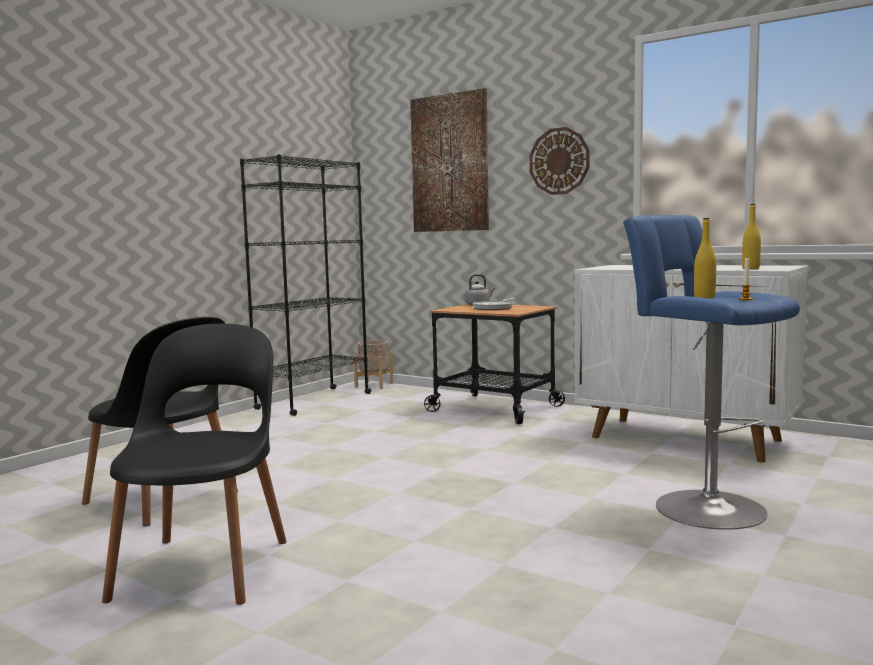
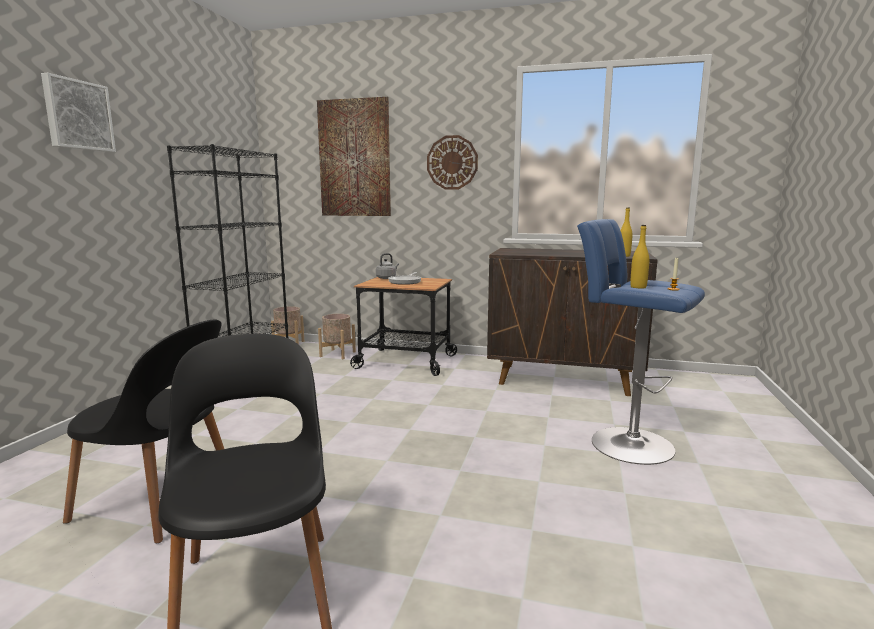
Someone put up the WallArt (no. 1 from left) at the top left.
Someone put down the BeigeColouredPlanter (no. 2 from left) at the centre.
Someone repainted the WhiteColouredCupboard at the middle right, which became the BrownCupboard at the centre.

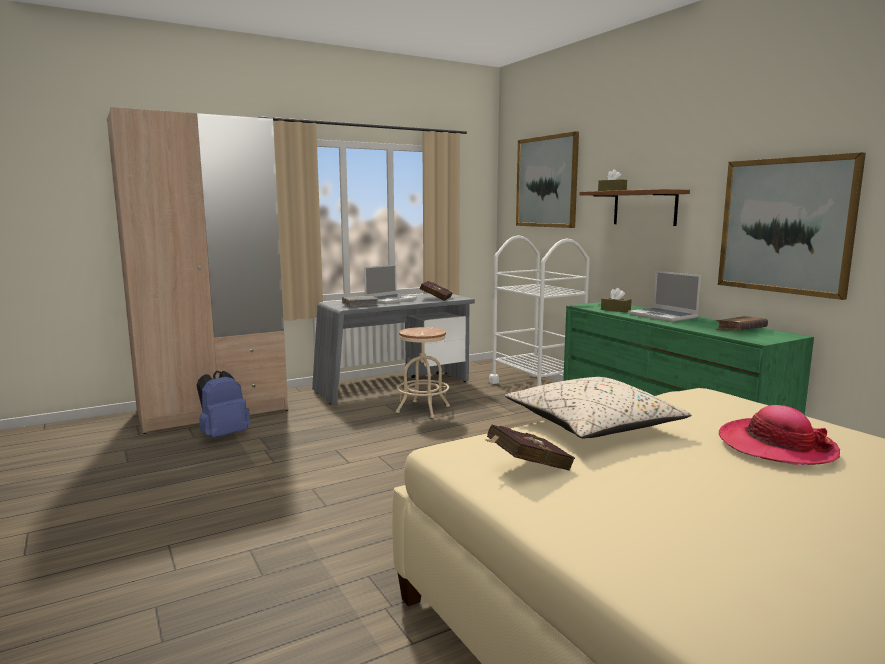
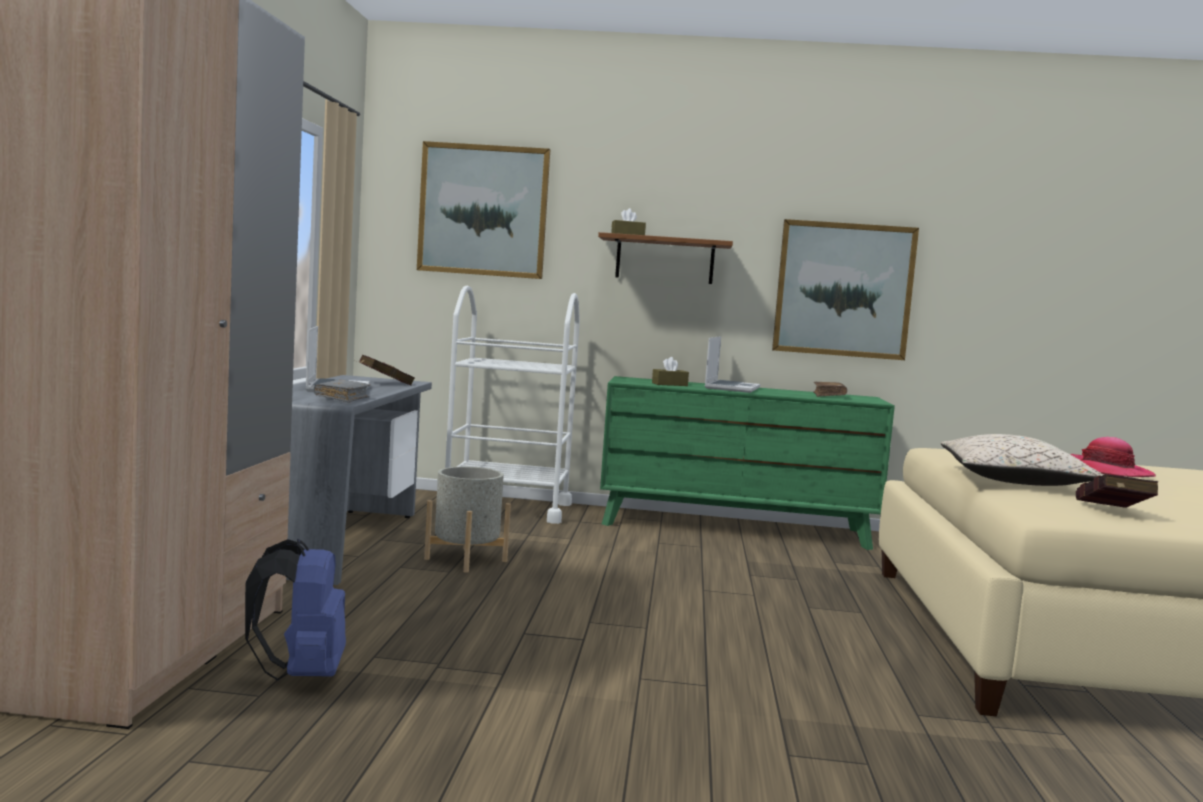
Someone swapped the BeigeColouredStoolSeat at the centre for the GrayPlanter at the centre.
Someone rotated the Laptop (no. 2 from left) at the middle right by 75 degrees counterclockwise.

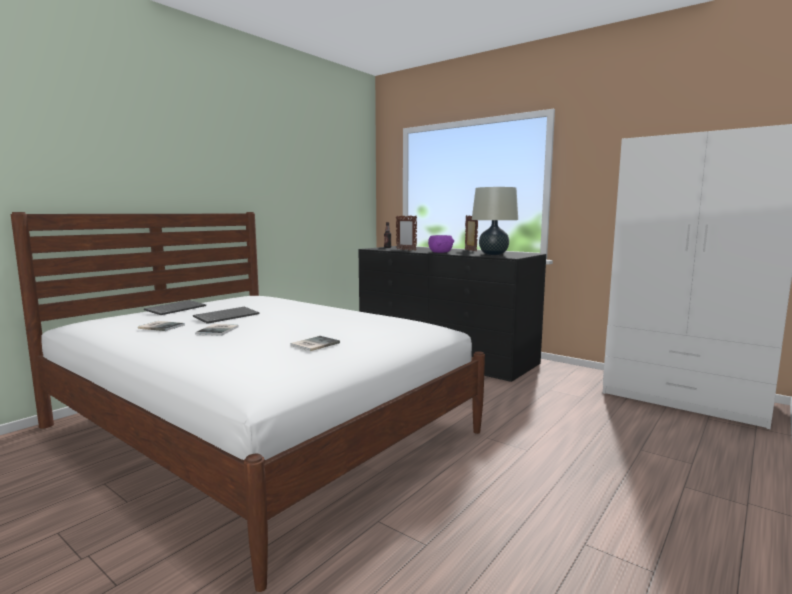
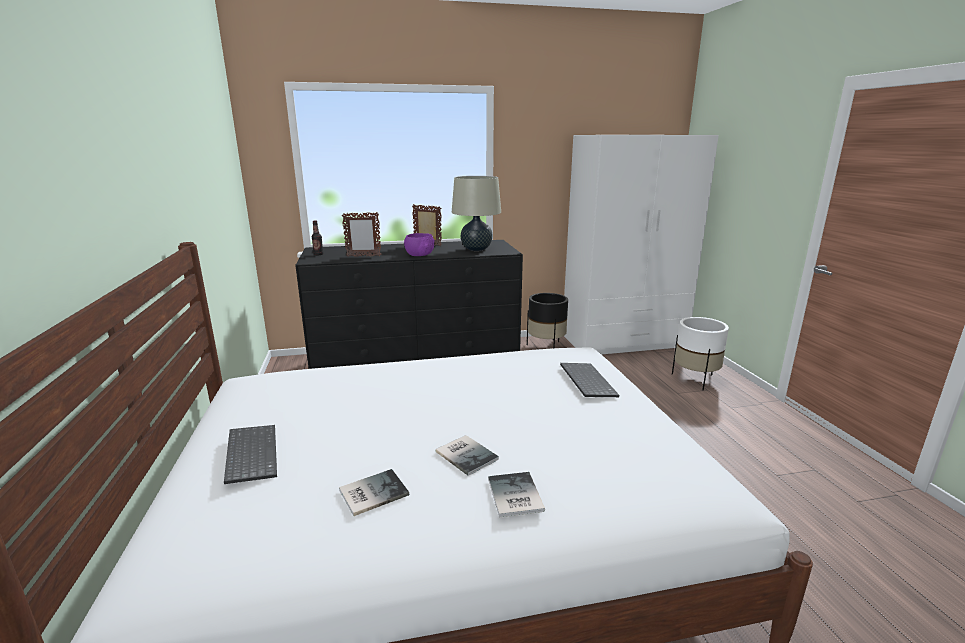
Someone put down the BlackColouredPlanter at the centre.
Someone put down the WhiteColouredPlanter at the middle right.
Someone carried the Keyboard (no. 2 from left) from the middle left to the centre.
Someone carried the Volume (no. 3 from left) from the centre to the bottom centre.

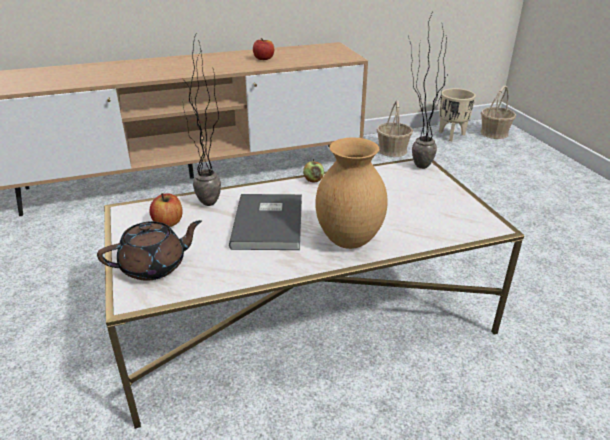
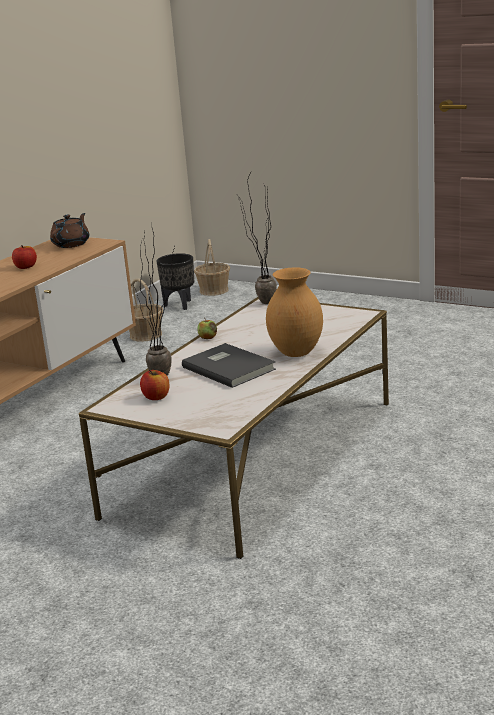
Someone carried the BrownPotForTea from the middle left to the top left.
Someone repainted the BeigeColouredPlanter at the top right, which became the BlackColouredPlanter at the centre.

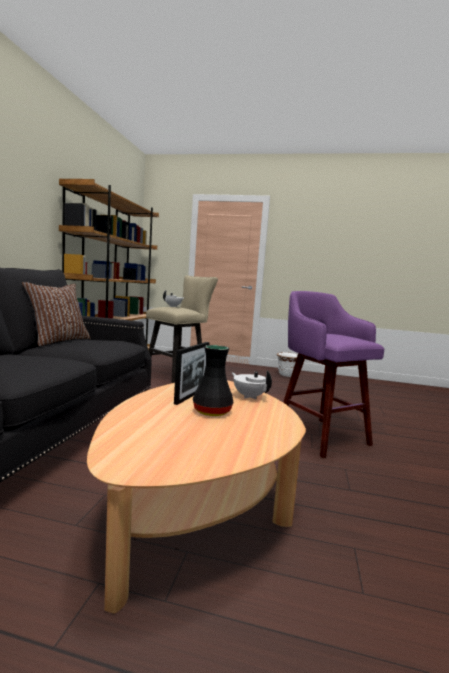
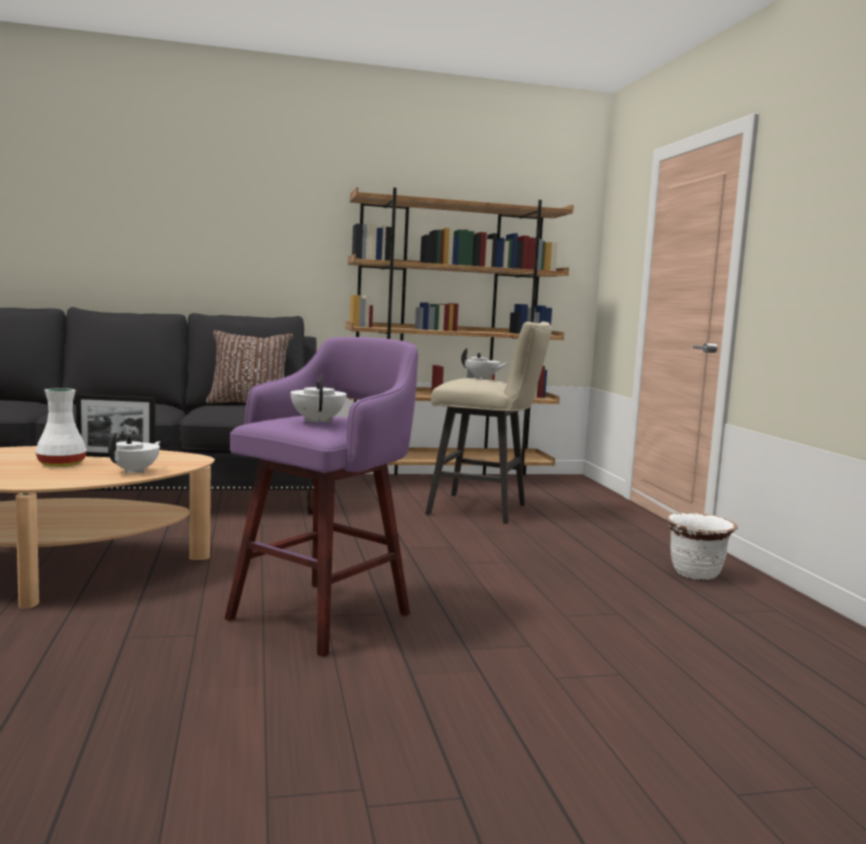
Someone put down the WhiteColouredPotForTea (no. 2 from left) at the centre.
Someone repainted the BlackColouredFlowerVase at the centre, which became the WhiteColouredFlowerVase at the middle left.

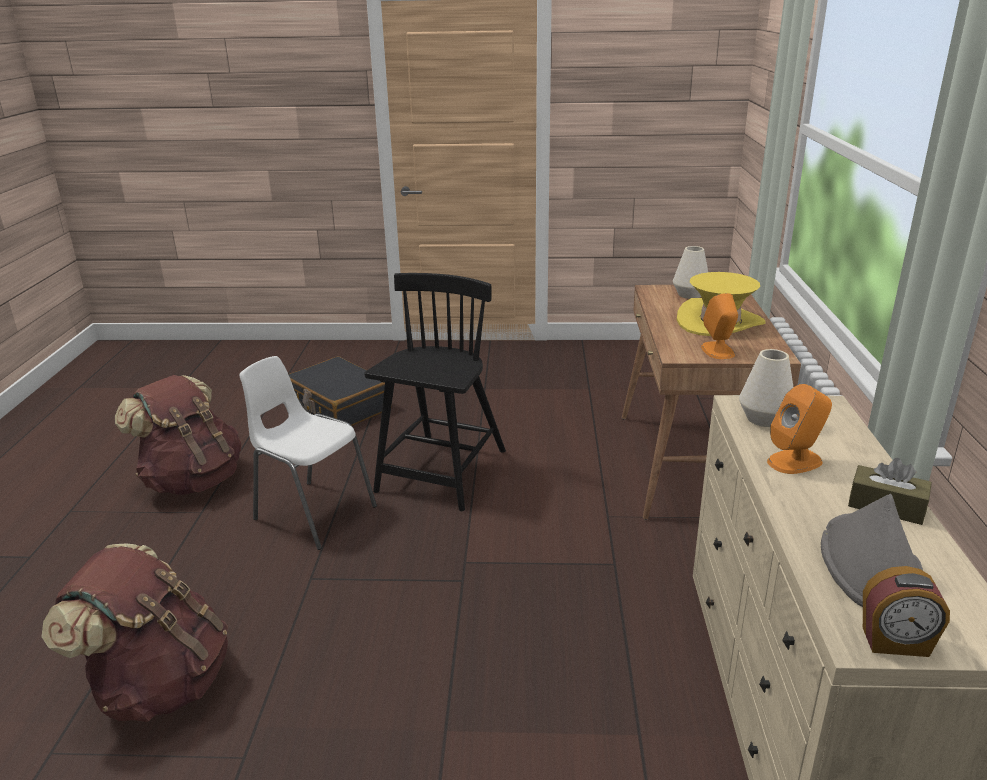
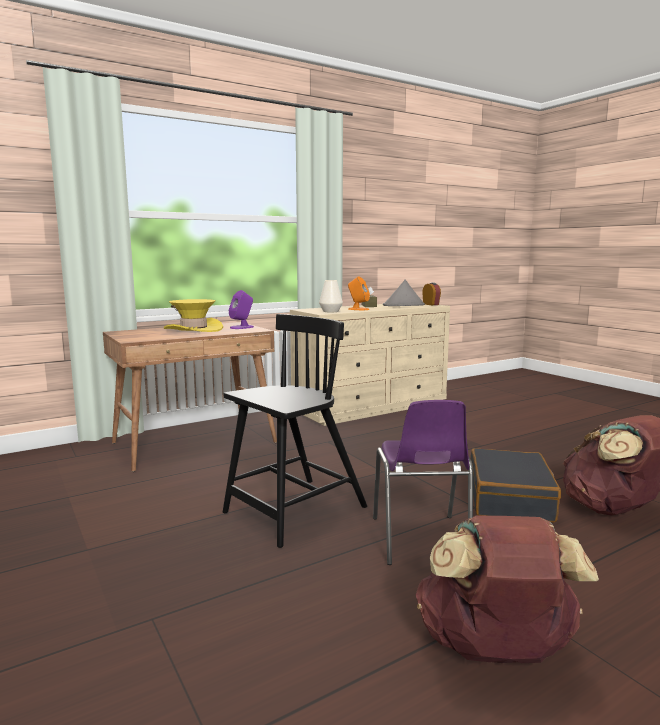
Someone took away the WhiteColouredFlowerVase (no. 1 from left) at the middle right.
Someone carried the BlackColouredPieceOfLuggage from the centre to the bottom right.
Someone repainted the WhiteColouredPlainChair at the middle left, which became the PurplePlainChair at the centre.
Someone repainted the OrangeSpeaker (no. 1 from left) at the middle right, which became the PurpleSpeaker at the centre.
Someone rotated the BlackColouredPlainChair at the centre by 150 degrees clockwise.

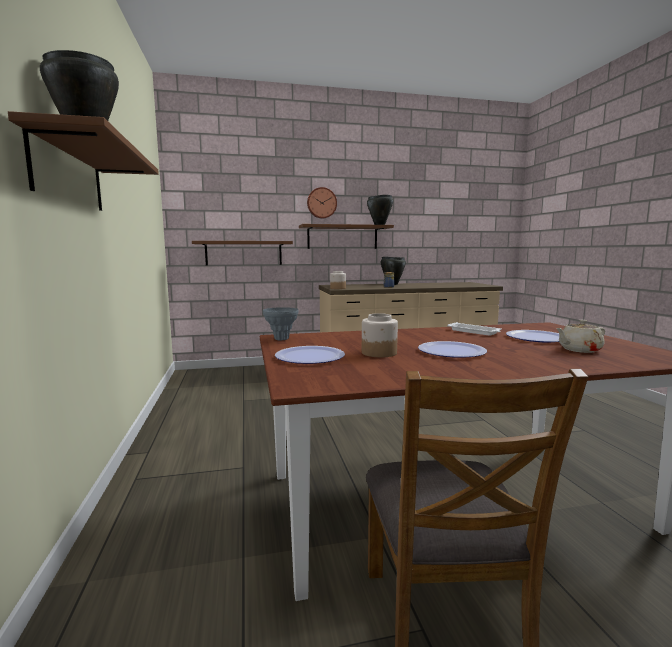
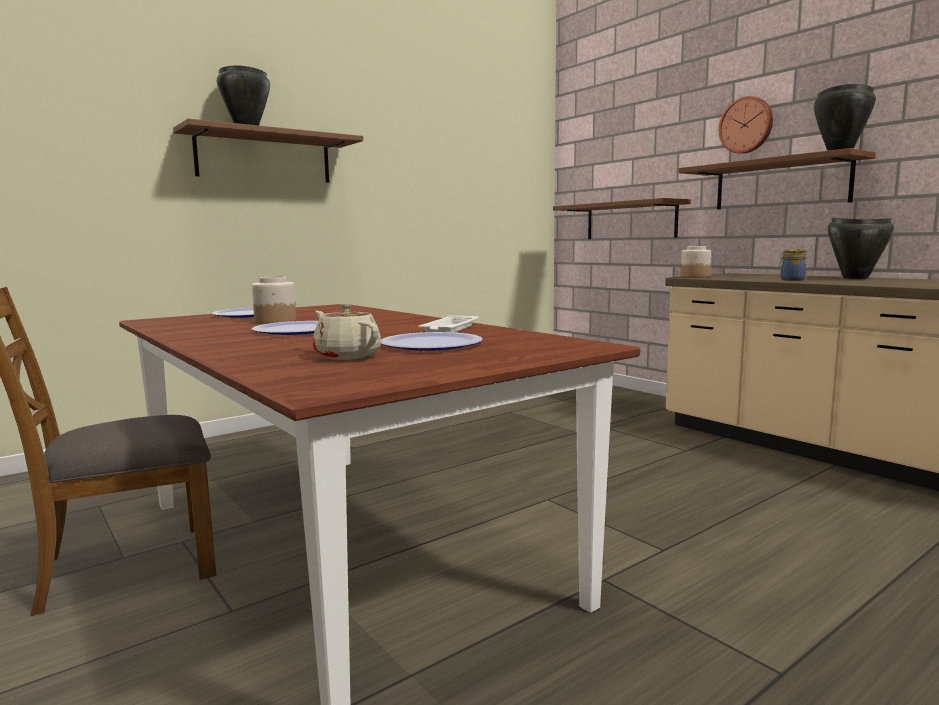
Someone took away the GrayFlowerVase at the centre.

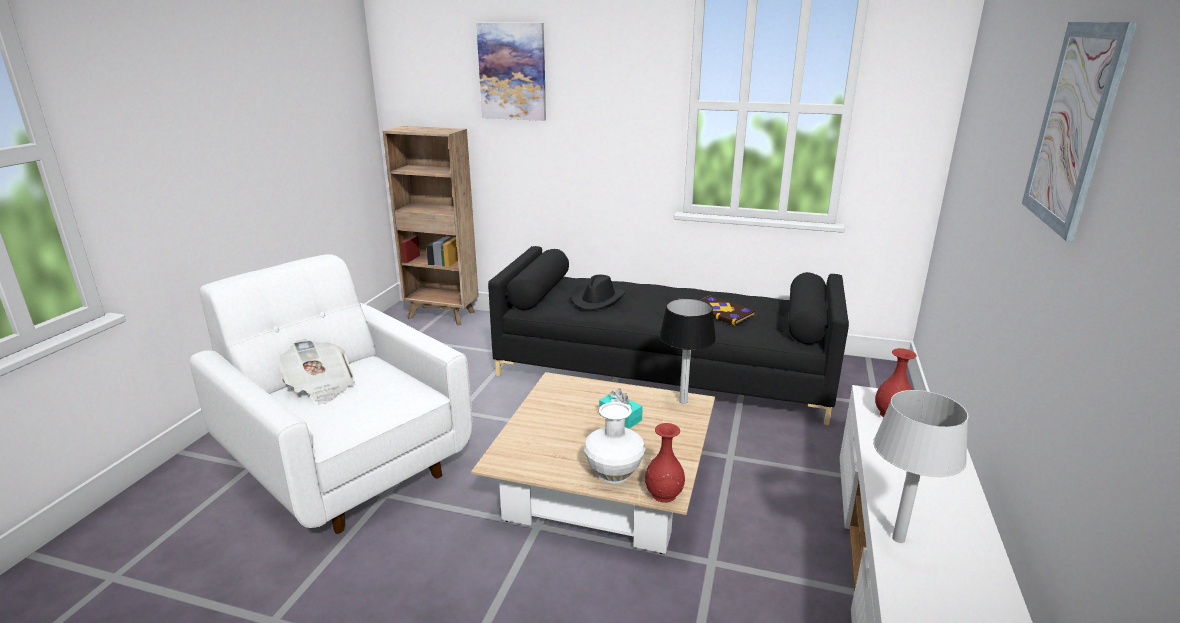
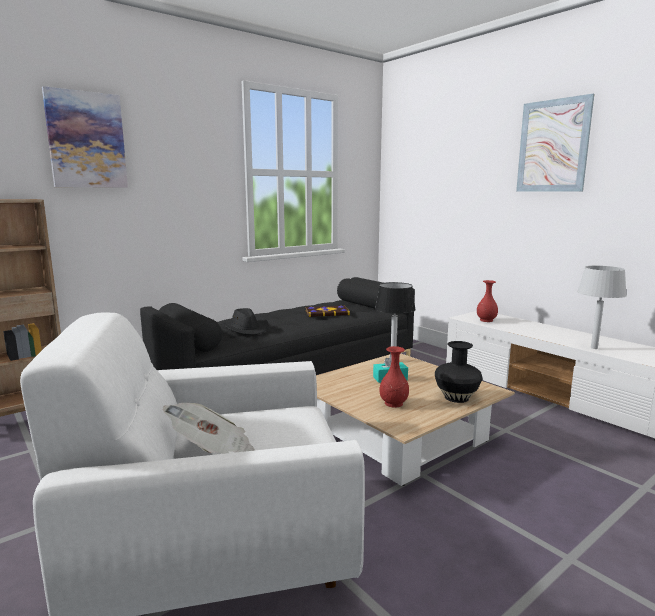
Someone carried the RedFlowerVase (no. 1 from left) from the bottom centre to the centre.
Someone repainted the WhiteColouredFlowerVase at the bottom centre, which became the BlackColouredFlowerVase at the middle right.

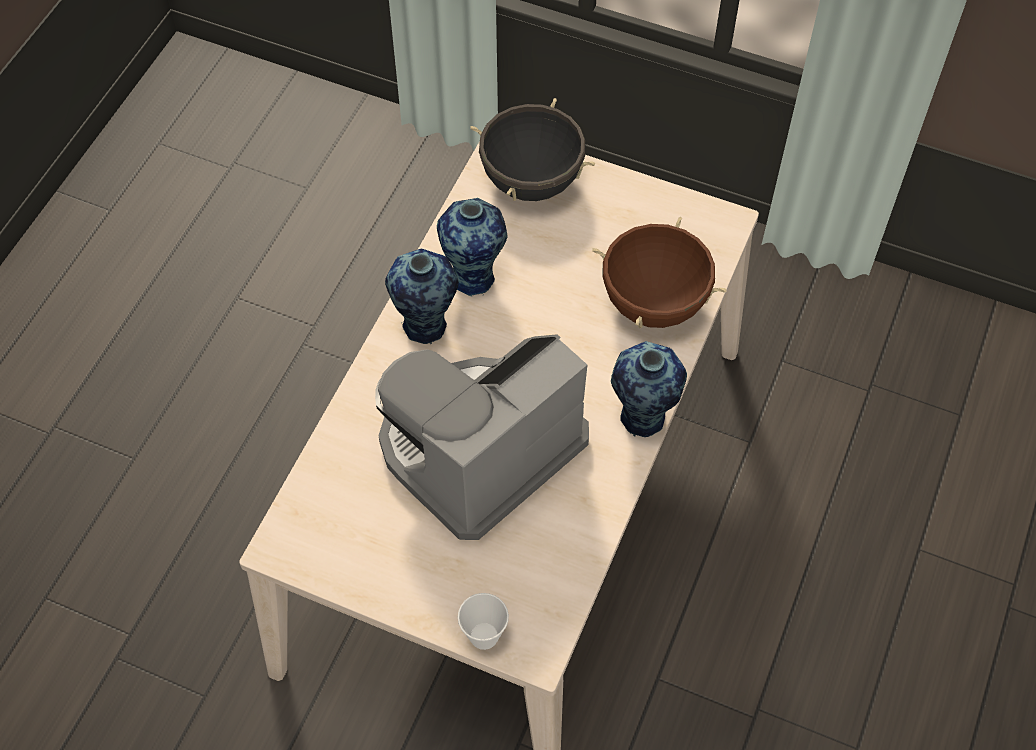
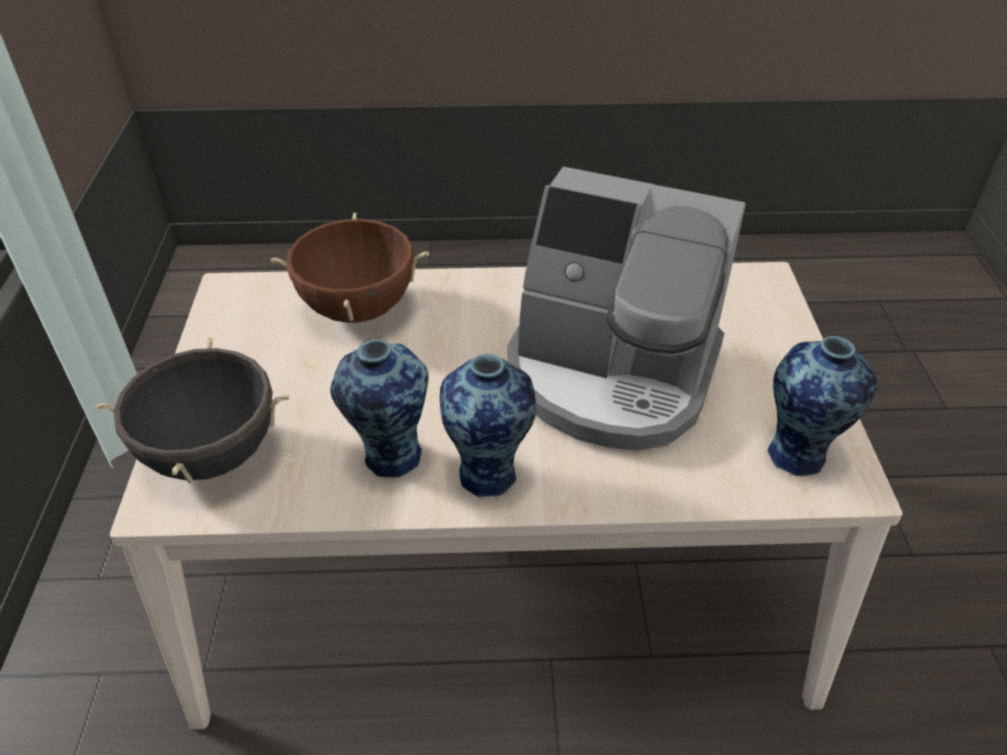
Someone took away the Cup at the bottom centre.
Someone carried the FlowerVase (no. 3 from left) from the centre to the middle right.

